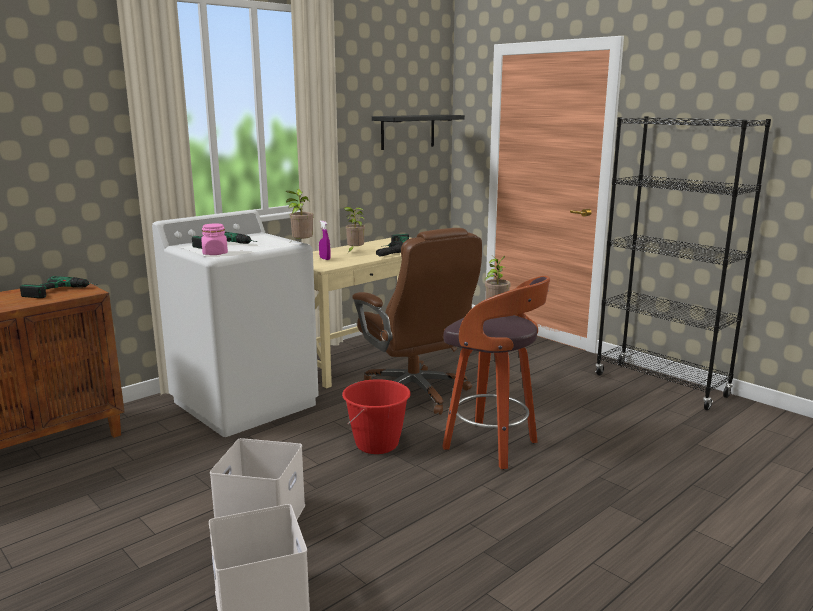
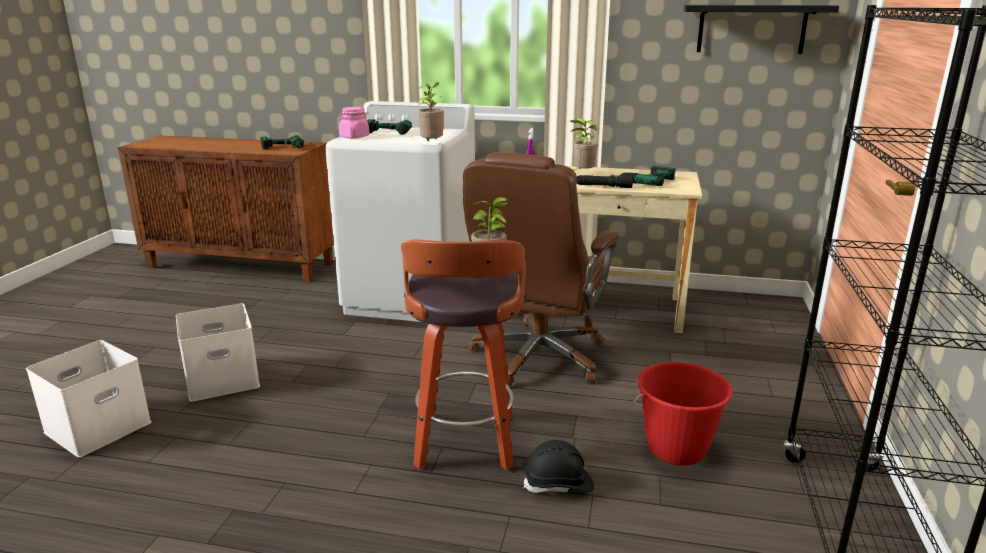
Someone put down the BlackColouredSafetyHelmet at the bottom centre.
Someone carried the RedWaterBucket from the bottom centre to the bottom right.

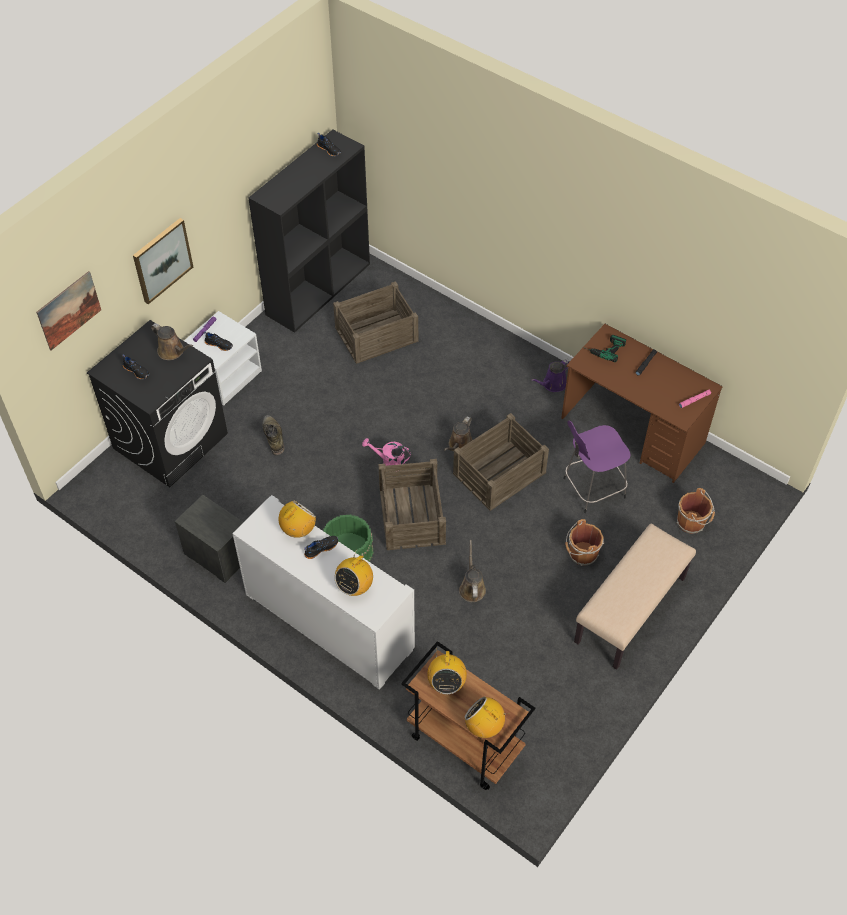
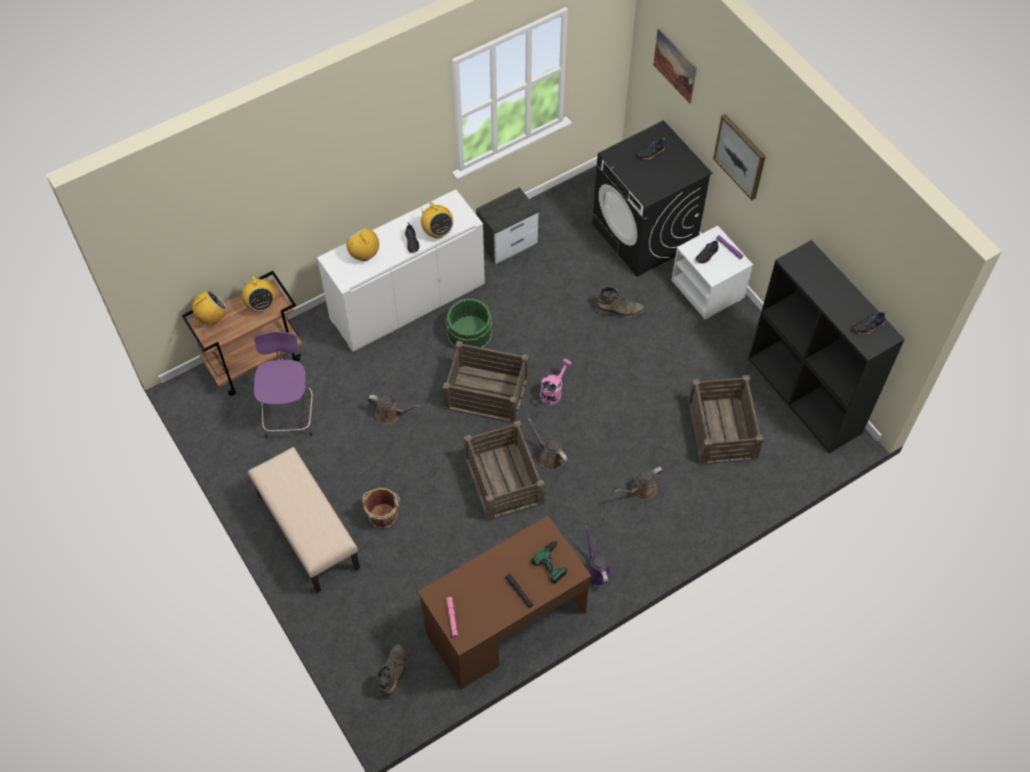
Someone took away the BrownWaterBucket (no. 2 from left) at the middle right.
Someone put down the GreenColouredHighTopBoot (no. 1 from left) at the bottom centre.
Someone carried the BrownWateringPot (no. 1 from left in the first image) from the middle left to the centre.
Someone carried the PurpleStoolSeat from the middle right to the middle left.
Someone rotated the RadioReceiver (no. 3 from left in the first image) at the bottom centre by 135 degrees counterclockwise.

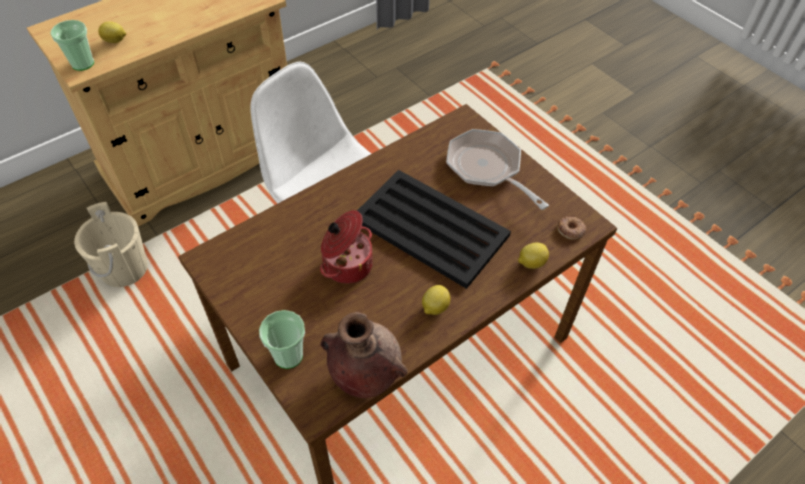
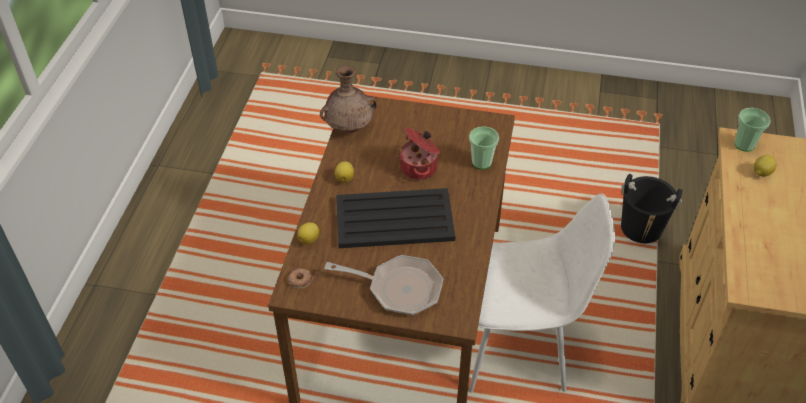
Someone carried the Cup (no. 2 from left in the first image) from the bottom centre to the centre.
Someone repainted the BeigeColouredWaterBucket at the middle left, which became the BlackColouredWaterBucket at the middle right.

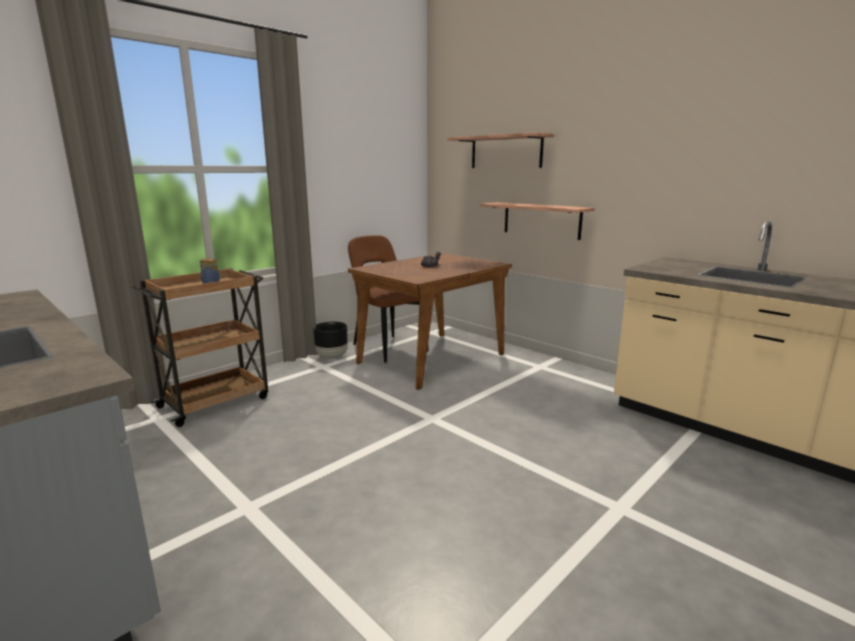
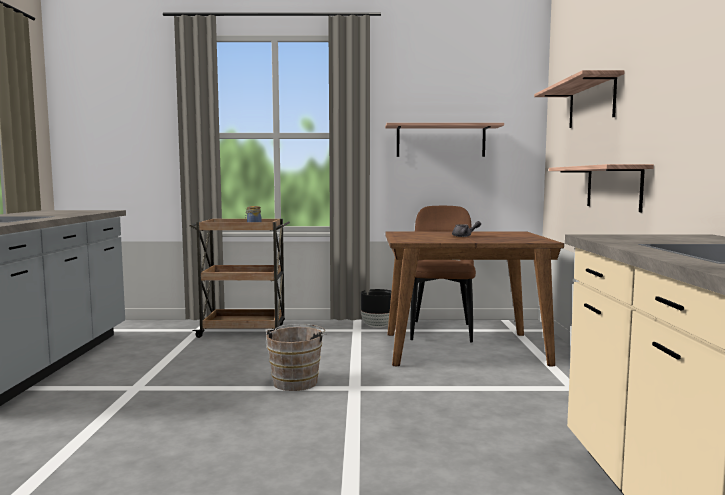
Someone put down the BrownWaterBucket at the bottom centre.
Someone put up the Shelf (no. 1 from left) at the top centre.

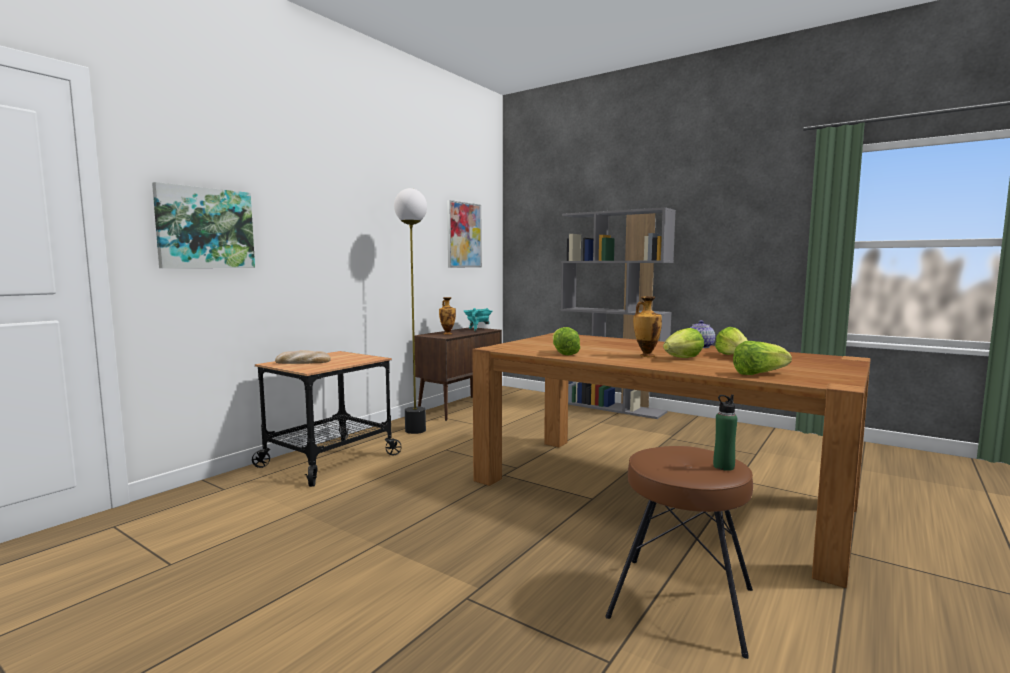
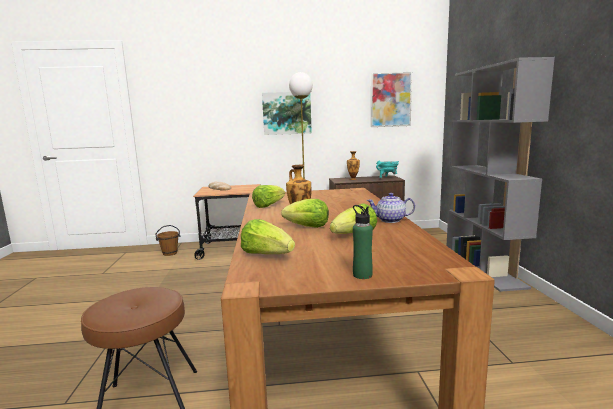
Someone put down the BrownWaterBucket at the middle left.
Someone carried the WallArt (no. 1 from left) from the middle left to the top centre.
Someone carried the GreenColouredBottle from the middle right to the centre.

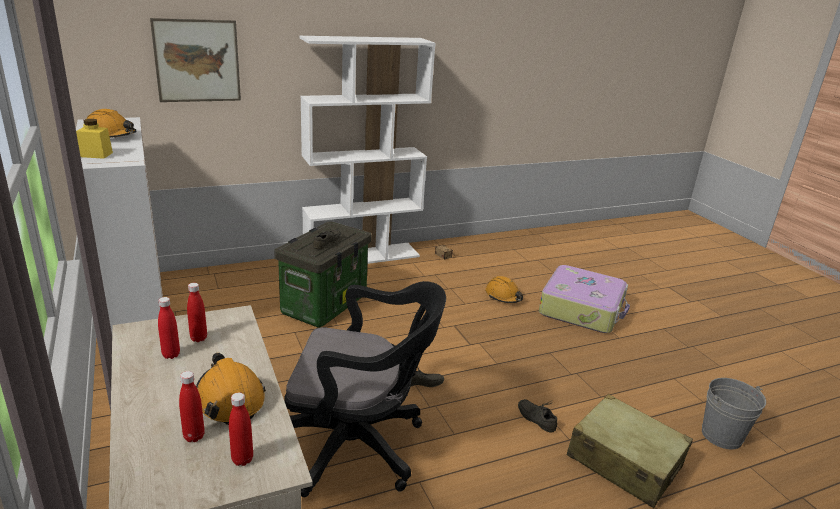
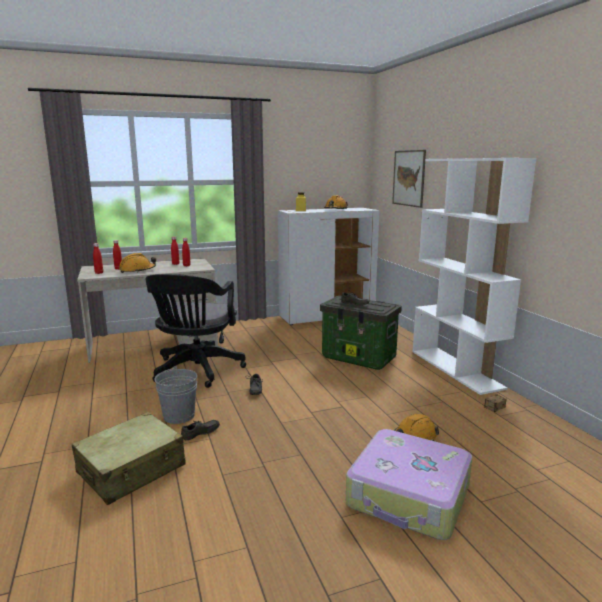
Someone carried the GrayWaterBucket from the bottom right to the middle left.

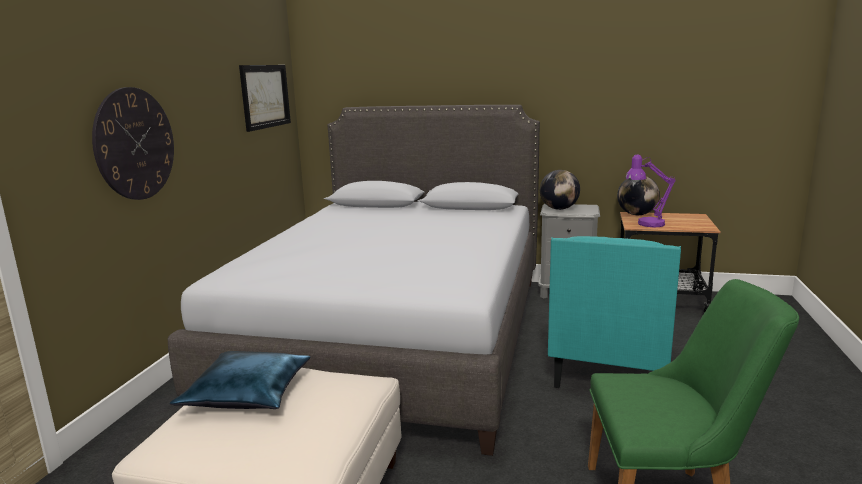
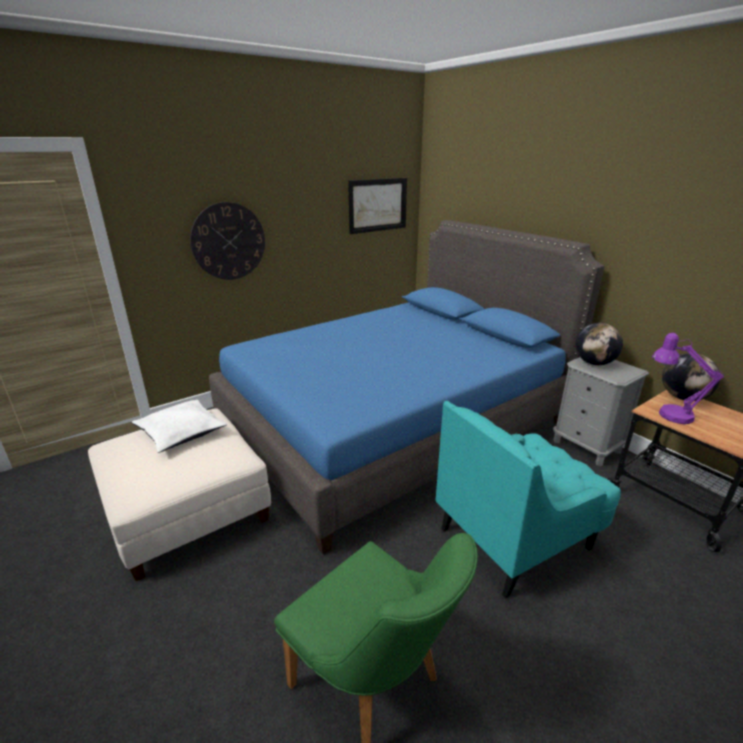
Someone repainted the GrayBed at the centre, which became the BlueBed at the centre.
Someone repainted the BlueCushion at the bottom left, which became the WhiteColouredCushion at the middle left.

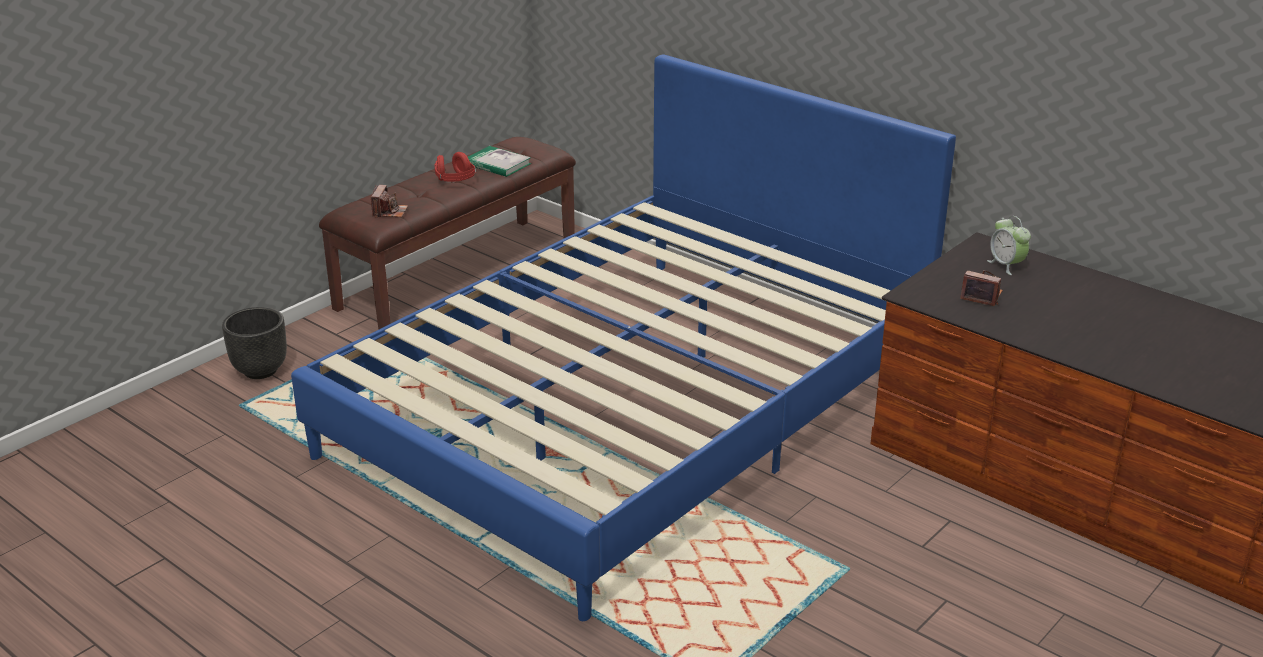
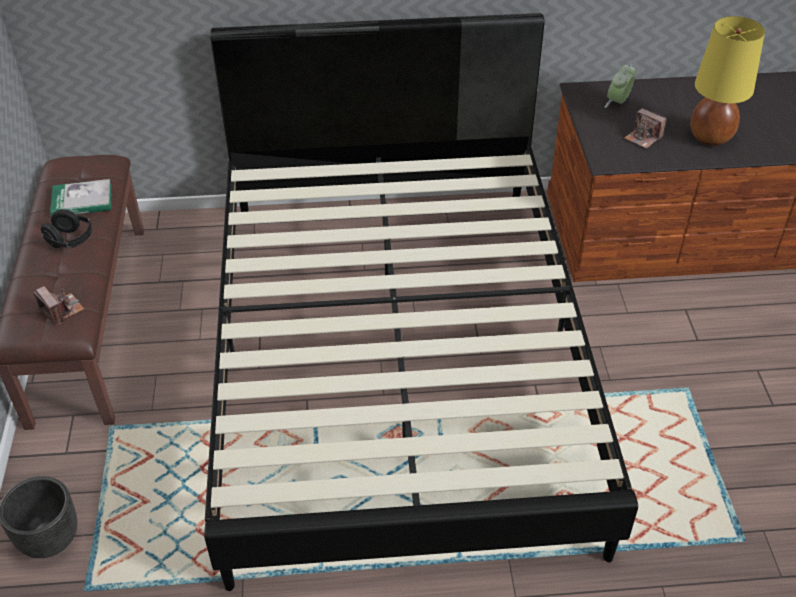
Someone put down the YellowTableLamp at the top right.
Someone repainted the BlueBed at the centre, which became the BlackColouredBed at the centre.
Someone repainted the RedHeadset at the top centre, which became the BlackColouredHeadset at the middle left.
Someone rotated the StillCamera (no. 2 from left) at the middle right by 120 degrees counterclockwise.
Someone rotated the BedsideClock at the middle right by 105 degrees clockwise.

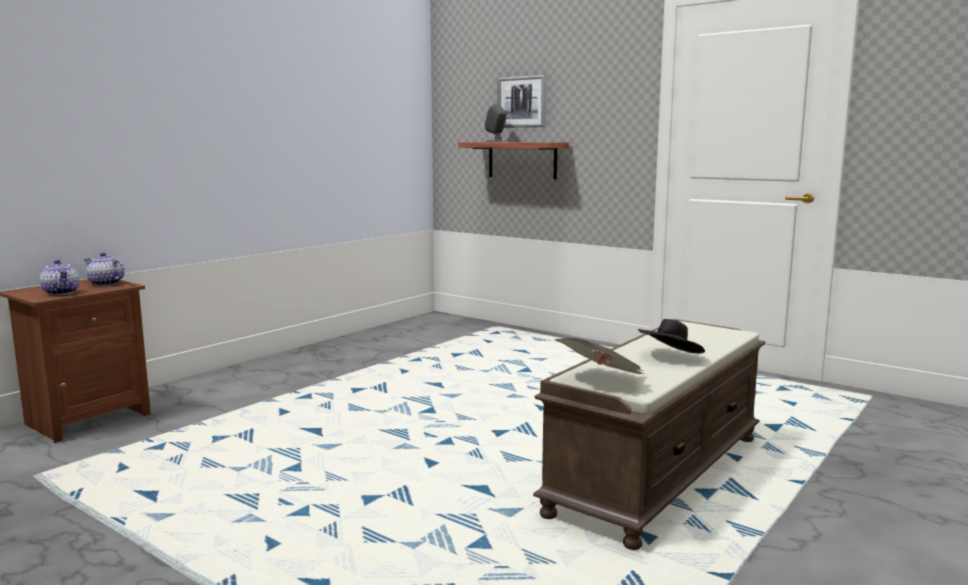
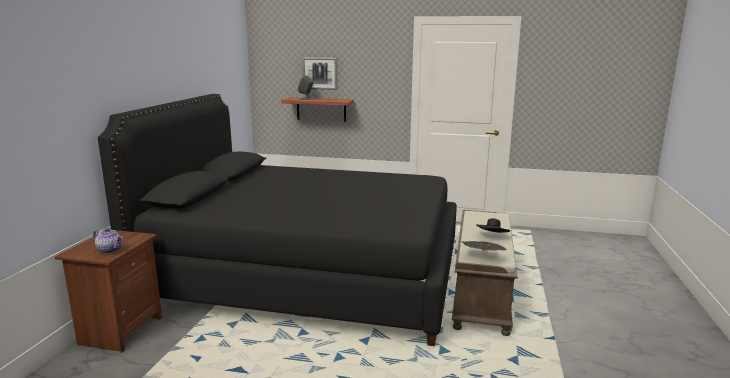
Someone took away the PotForTea (no. 2 from left) at the middle left.
Someone put down the BlackColouredBed at the centre.

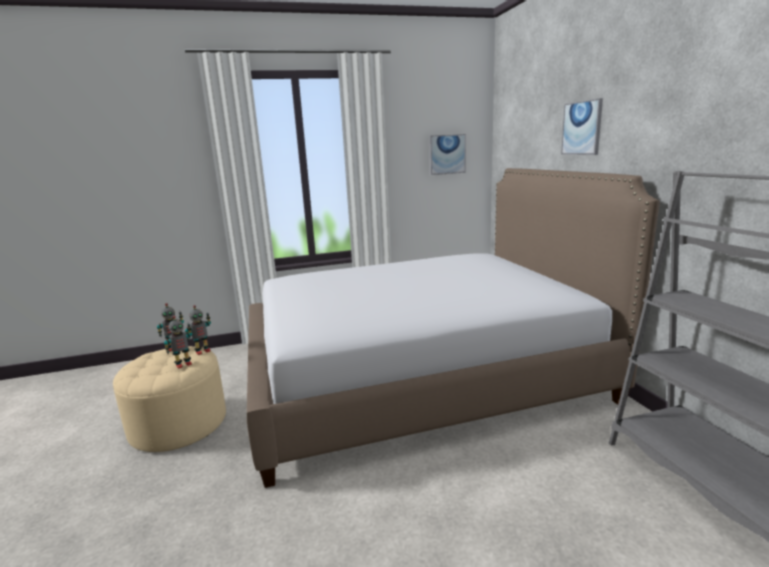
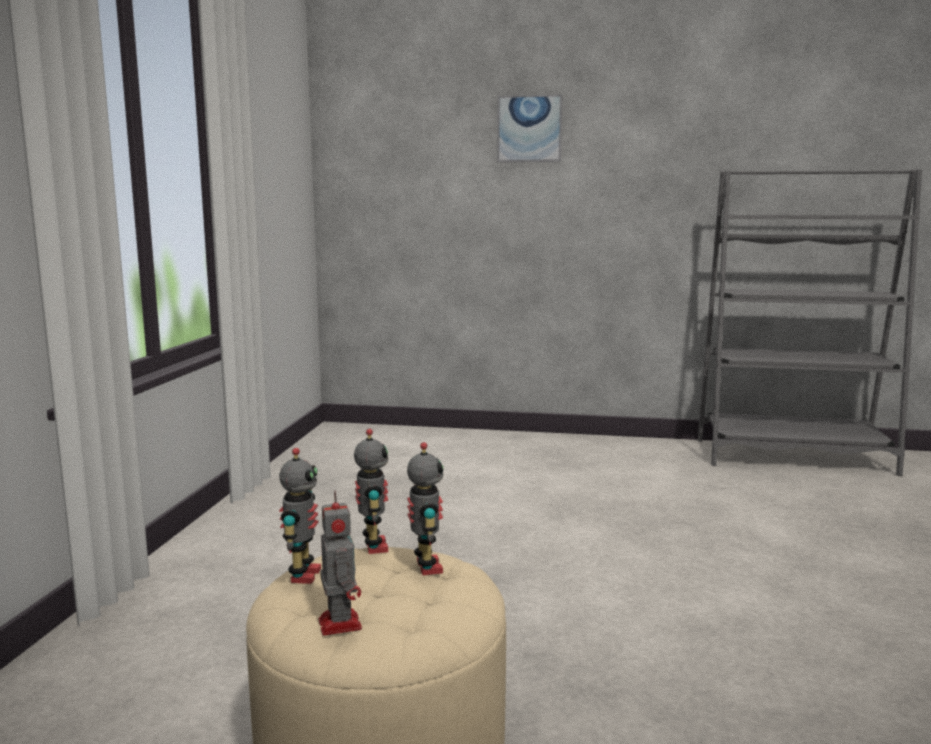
Someone took away the Bed at the centre.
Someone took away the WallArt (no. 1 from left) at the top centre.
Someone put down the ModelRobot (no. 2 from left) at the bottom centre.

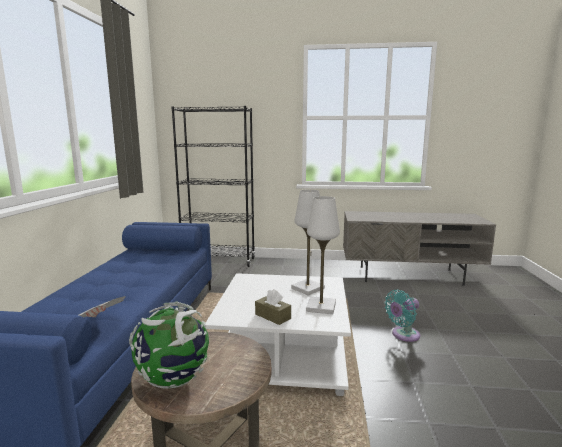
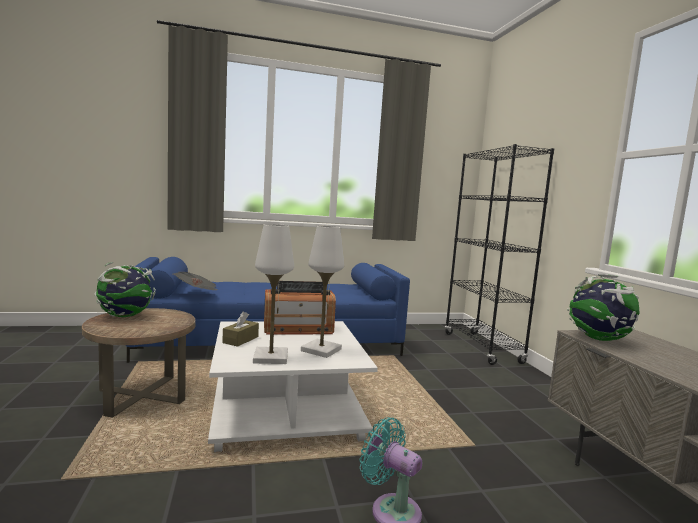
Someone put down the RadioReceiver at the centre.
Someone put down the WorldGlobe (no. 2 from left) at the middle right.

